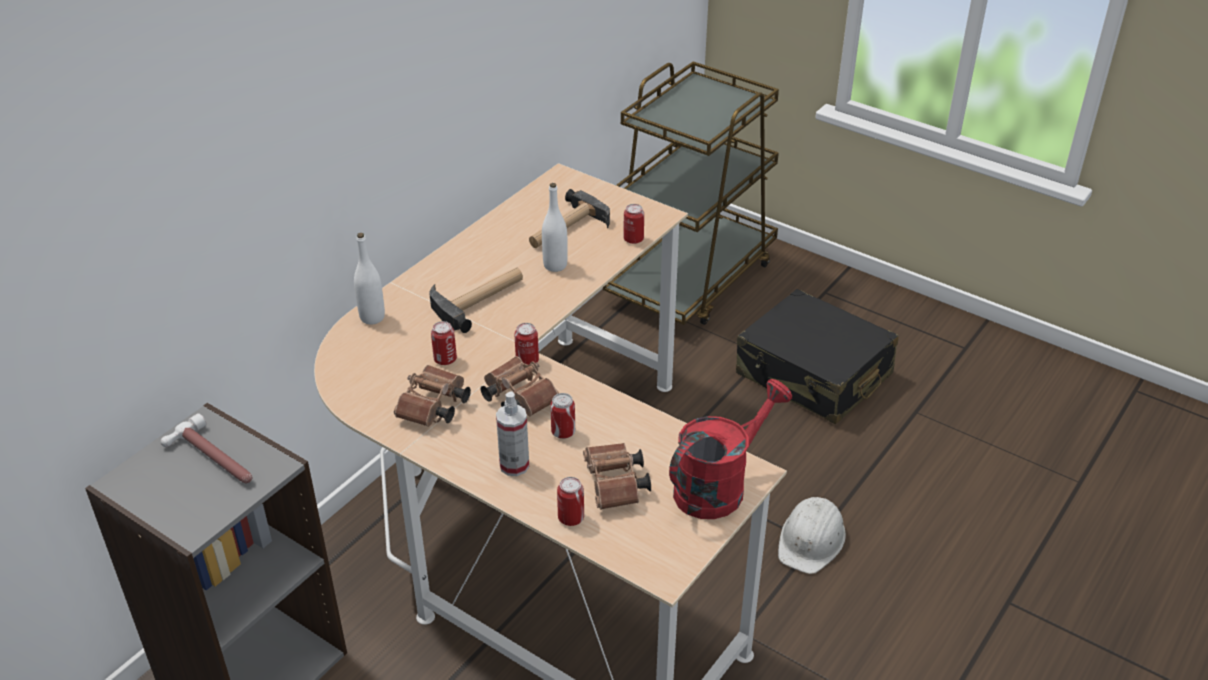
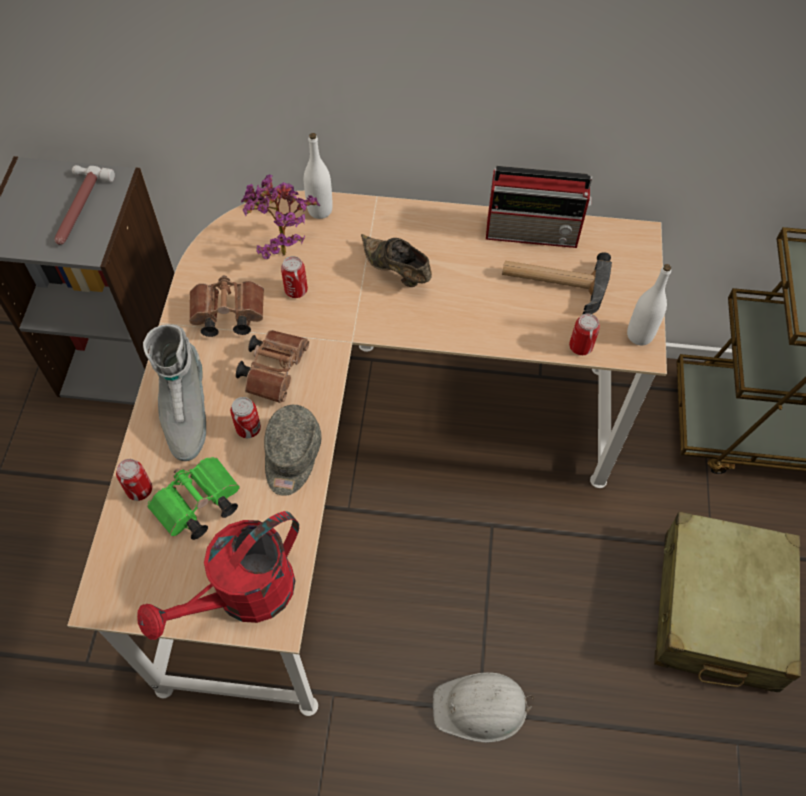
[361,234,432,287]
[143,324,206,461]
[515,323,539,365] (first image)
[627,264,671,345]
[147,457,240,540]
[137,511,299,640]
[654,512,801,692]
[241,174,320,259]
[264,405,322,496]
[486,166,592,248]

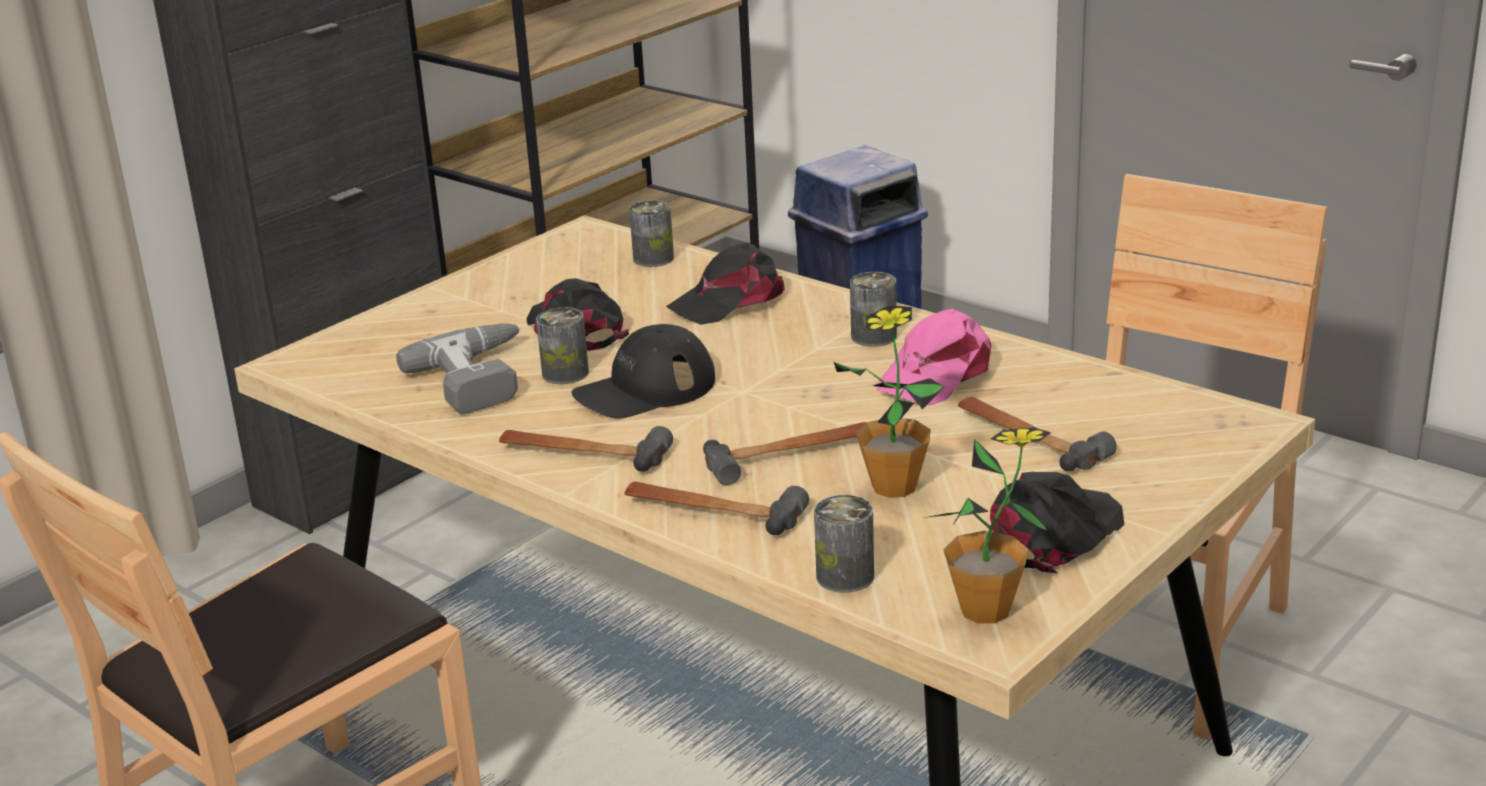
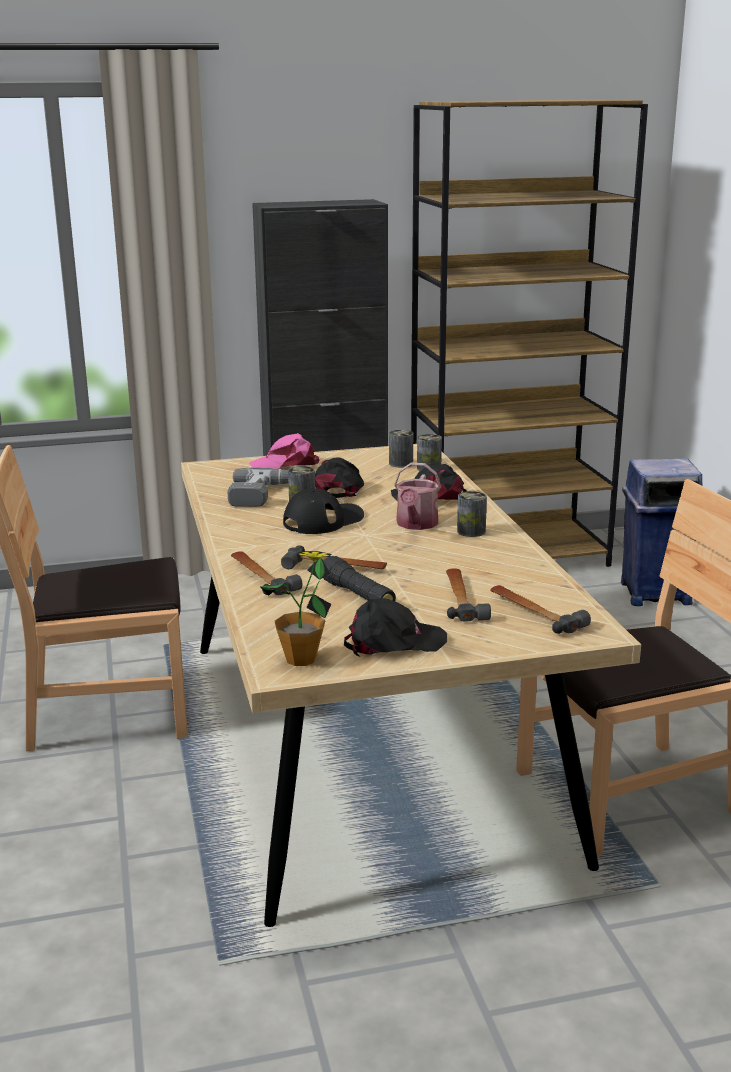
[490,585,591,634]
[283,488,364,534]
[389,430,413,468]
[323,556,396,601]
[249,433,320,469]
[394,462,441,530]

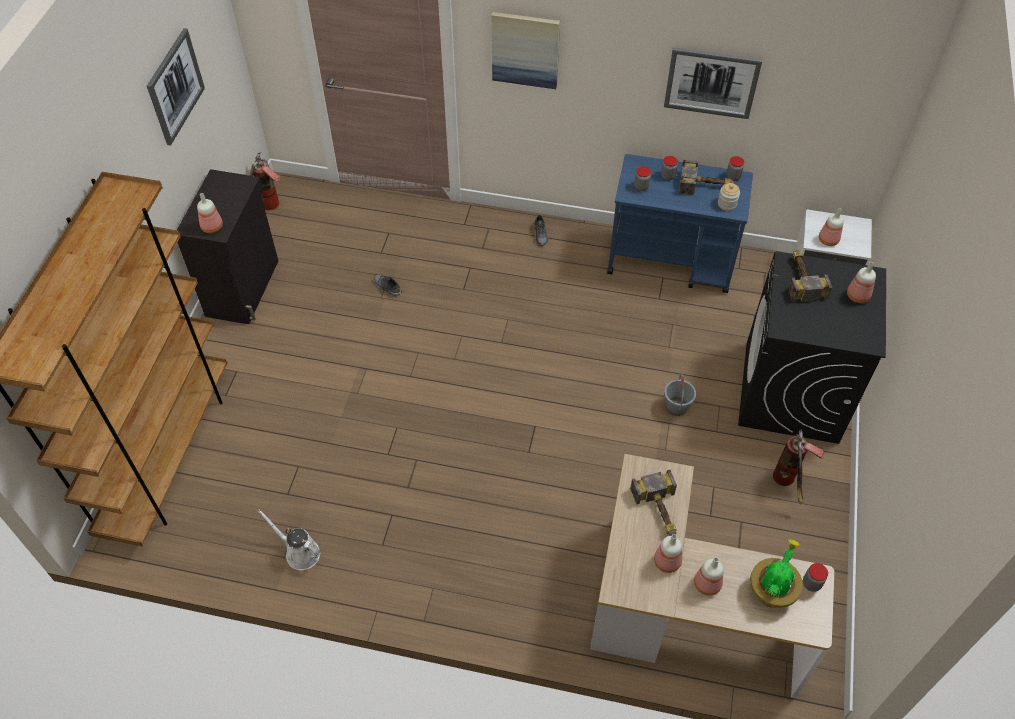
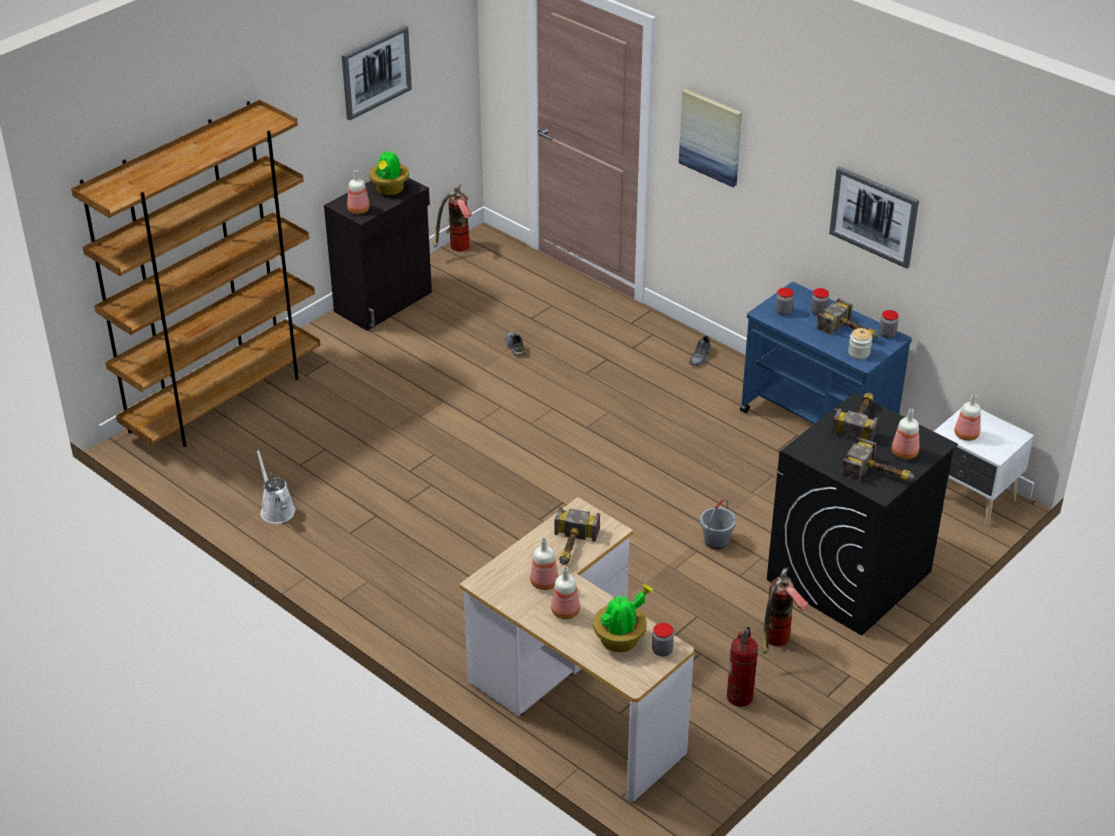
[369,150,409,195]
[727,627,758,707]
[841,437,915,482]

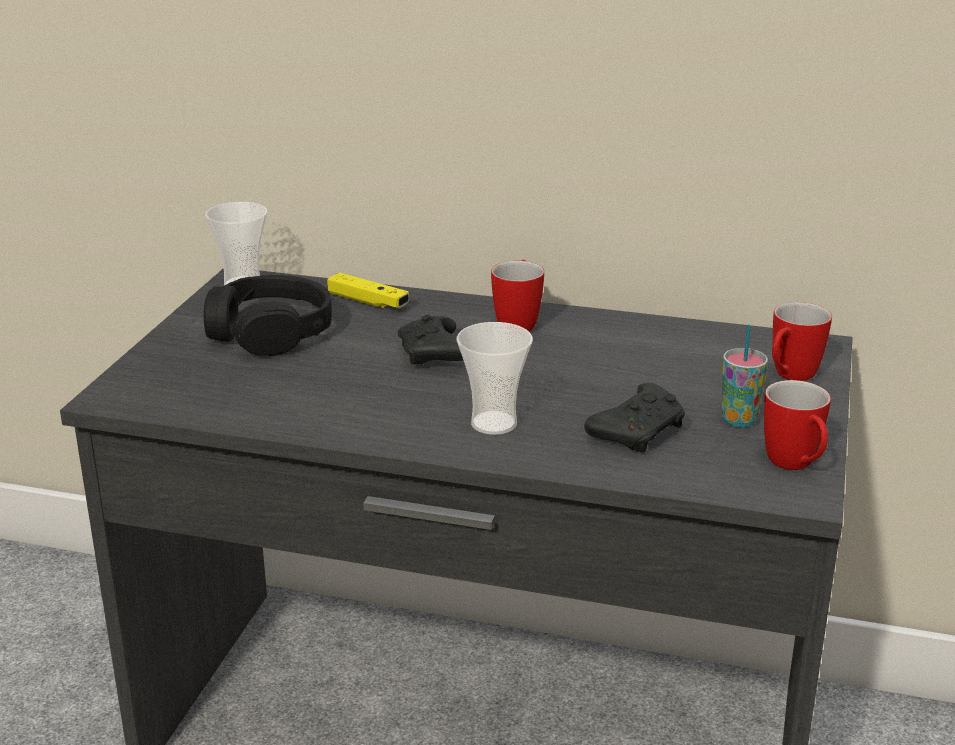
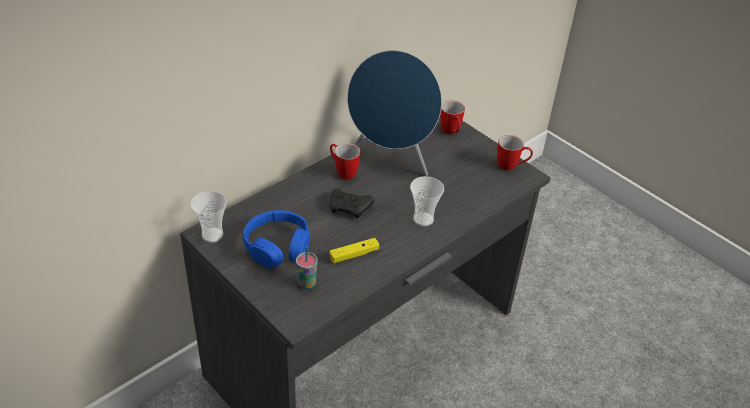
[243,210,310,269]
[329,238,380,263]
[584,382,685,453] (first image)
[296,247,318,289]
[347,50,442,176]

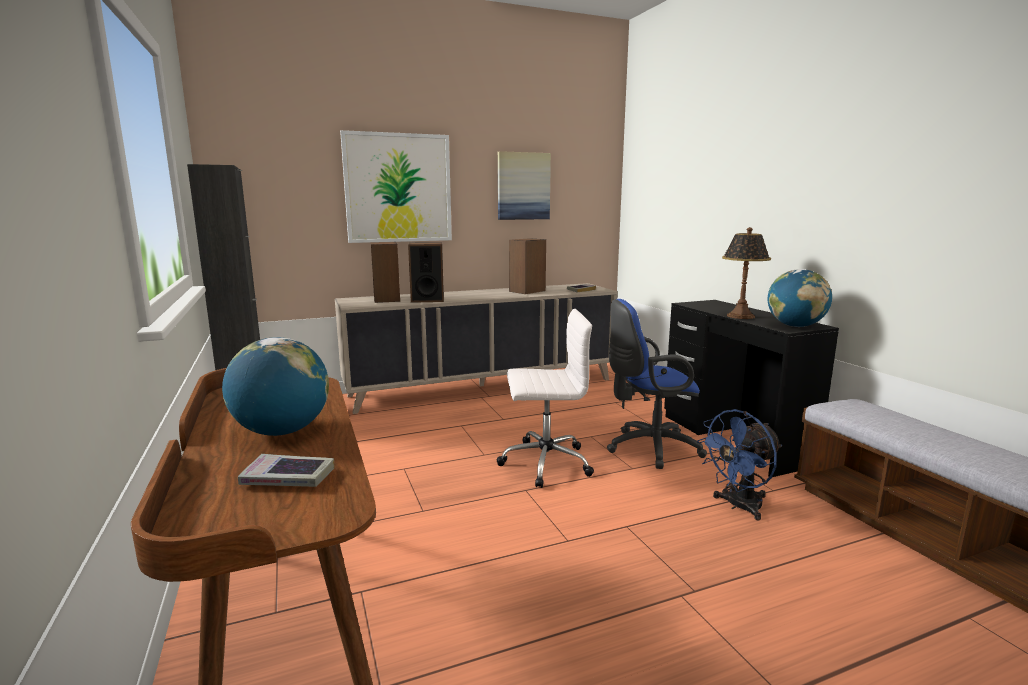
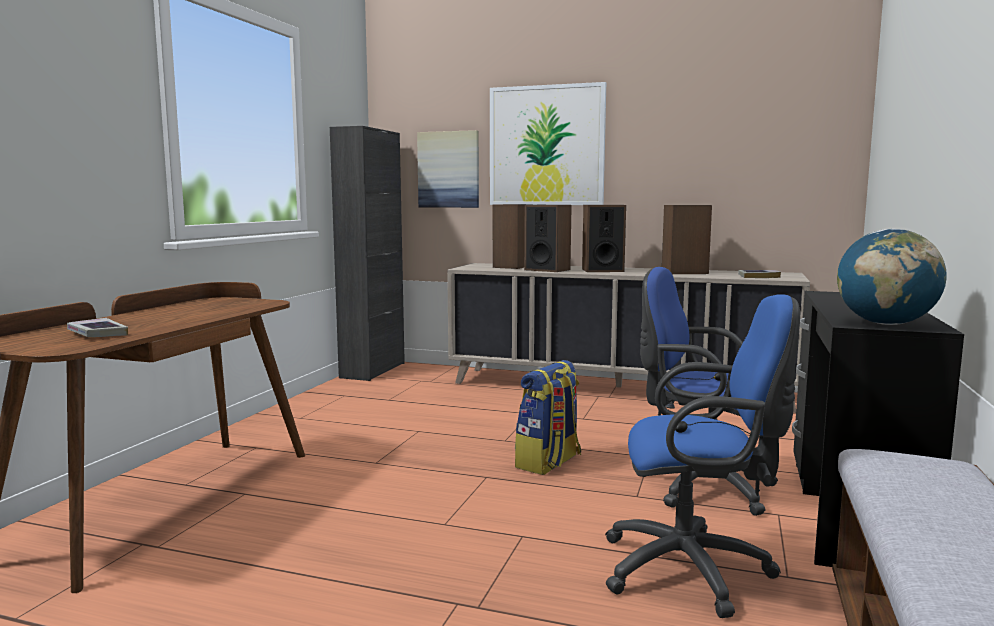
[222,337,329,436] (first image)
[515,360,581,475]
[417,130,479,208]
[605,294,800,618]
[722,227,771,319] (first image)
[582,205,626,272]

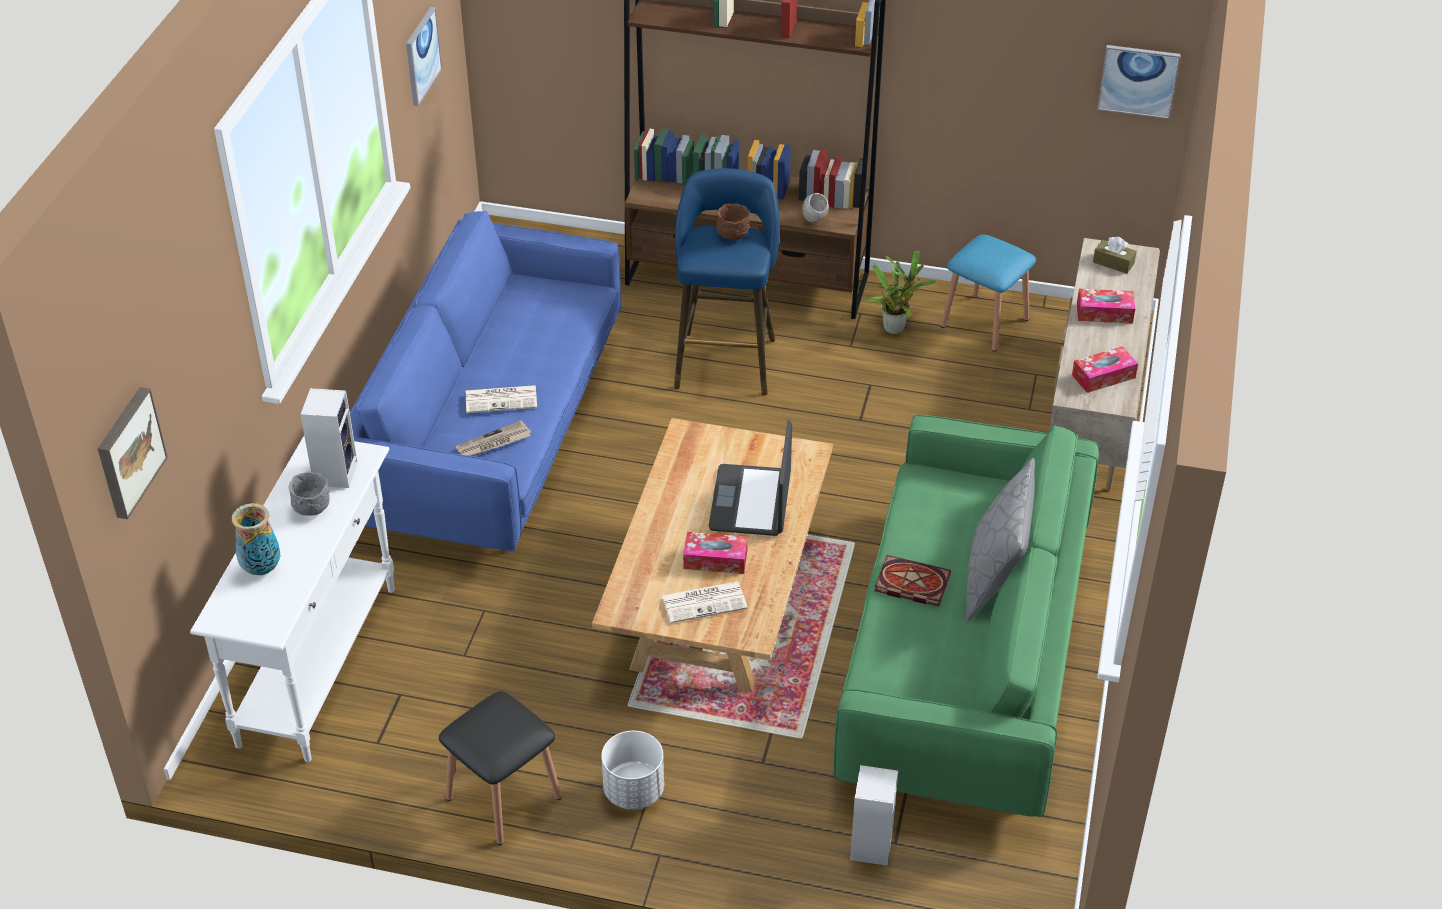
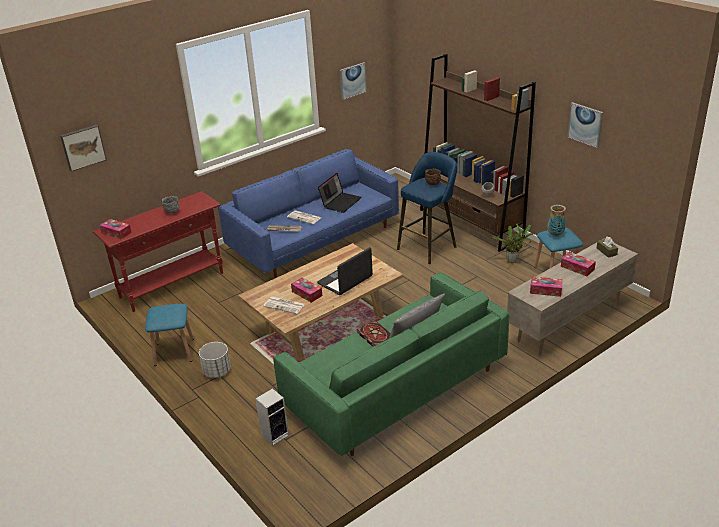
[93,191,223,312]
[547,205,566,237]
[300,388,358,488] (first image)
[145,304,194,366]
[568,102,603,148]
[99,219,132,239]
[318,173,361,213]

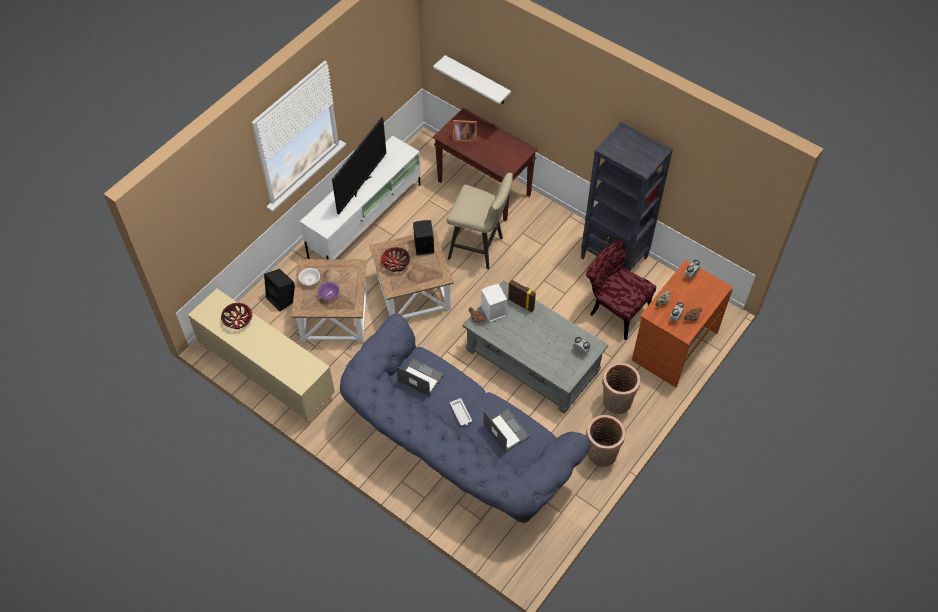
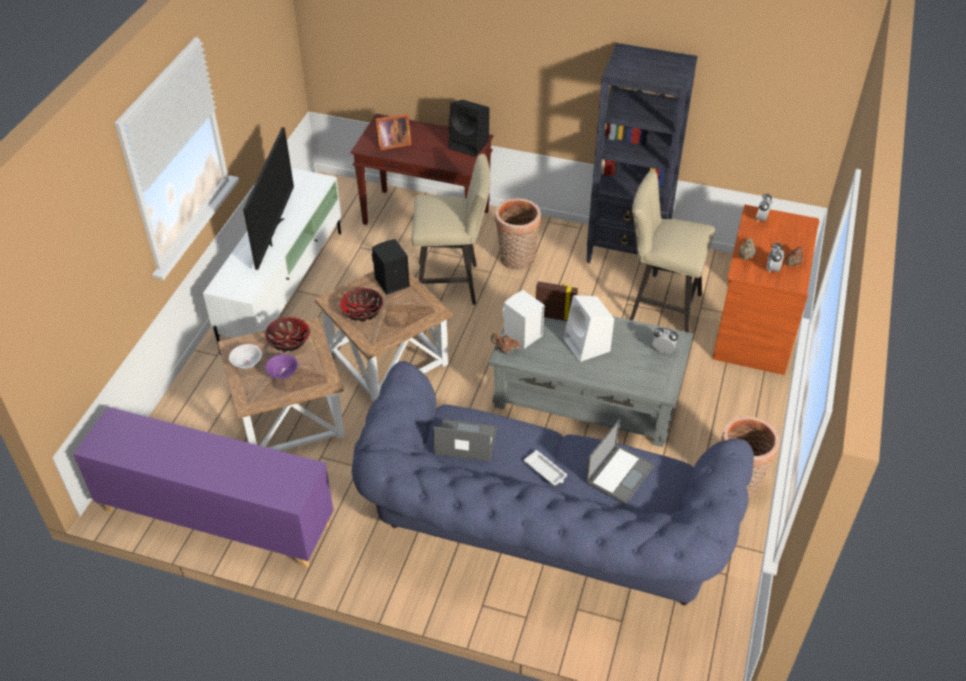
[73,407,334,568]
[265,317,310,352]
[448,100,489,157]
[433,55,511,104] (first image)
[586,419,655,505]
[630,170,715,333]
[495,198,541,270]
[563,295,614,362]

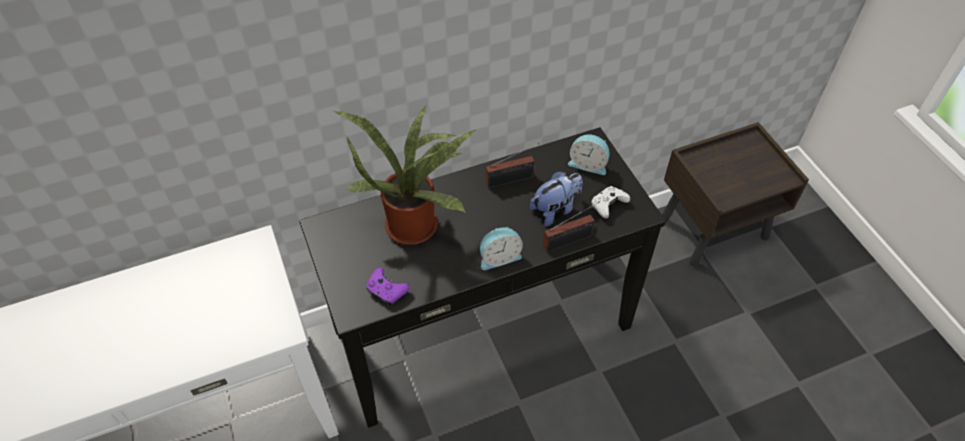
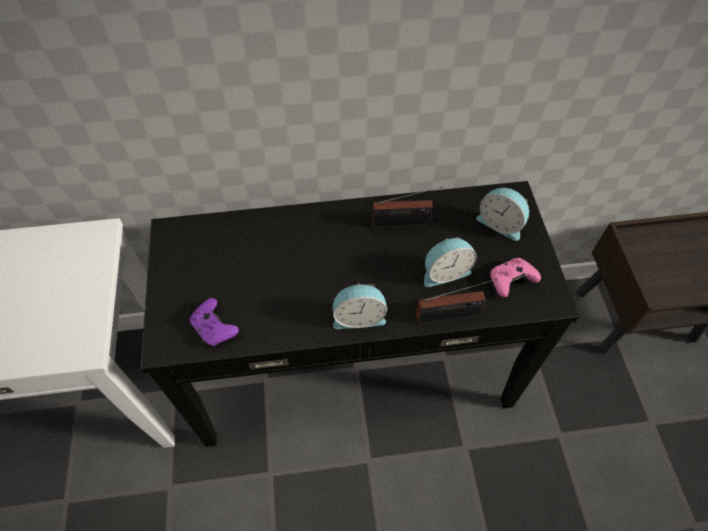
[334,104,476,245] (first image)
[424,237,477,287]
[490,257,541,298]

